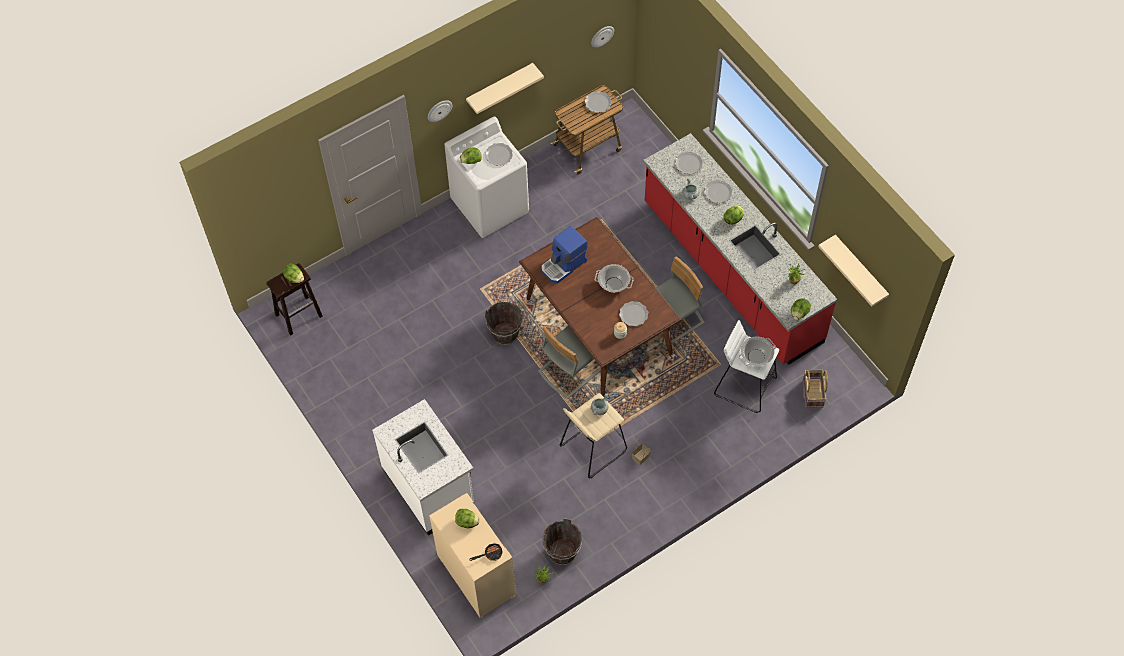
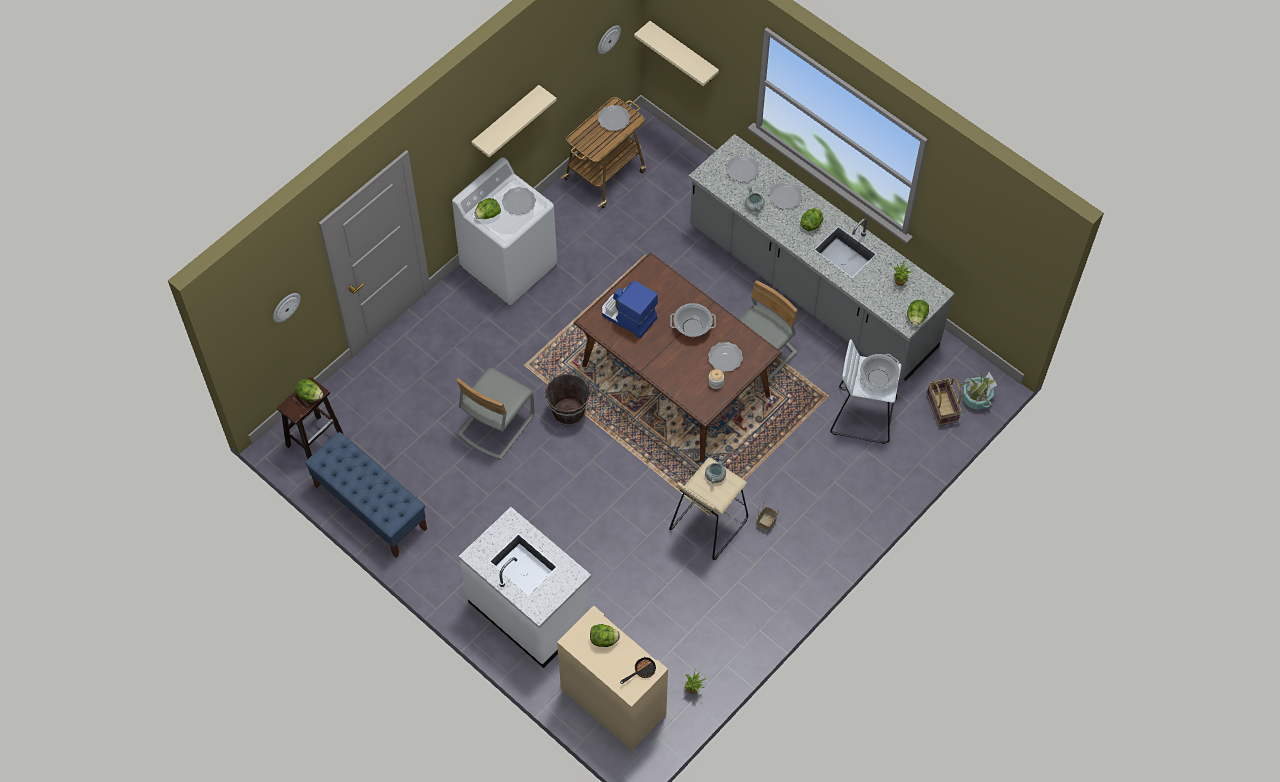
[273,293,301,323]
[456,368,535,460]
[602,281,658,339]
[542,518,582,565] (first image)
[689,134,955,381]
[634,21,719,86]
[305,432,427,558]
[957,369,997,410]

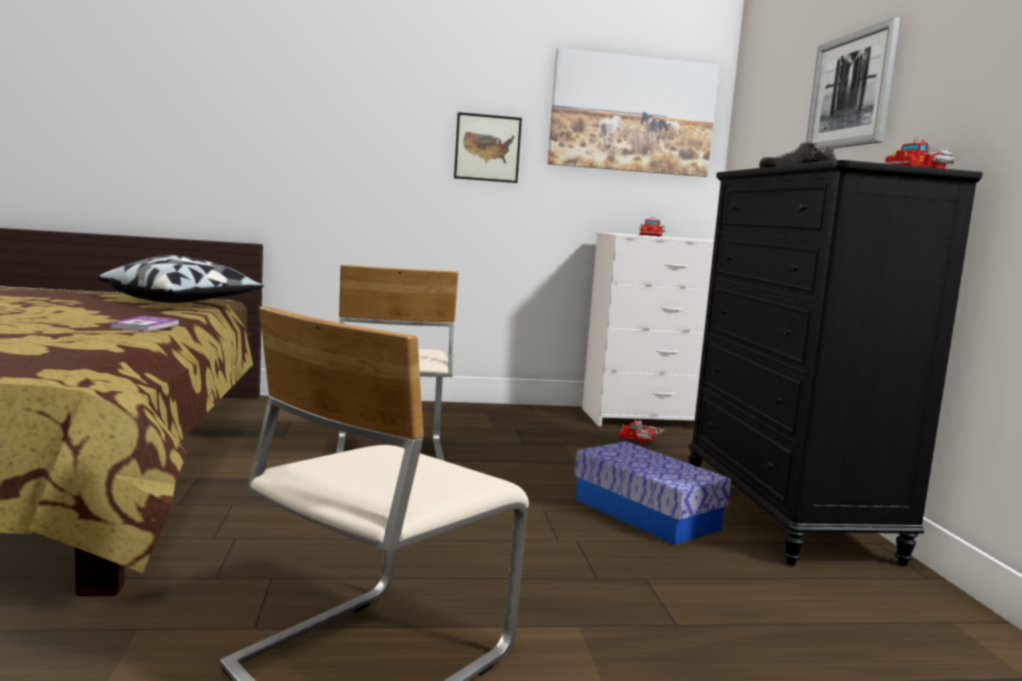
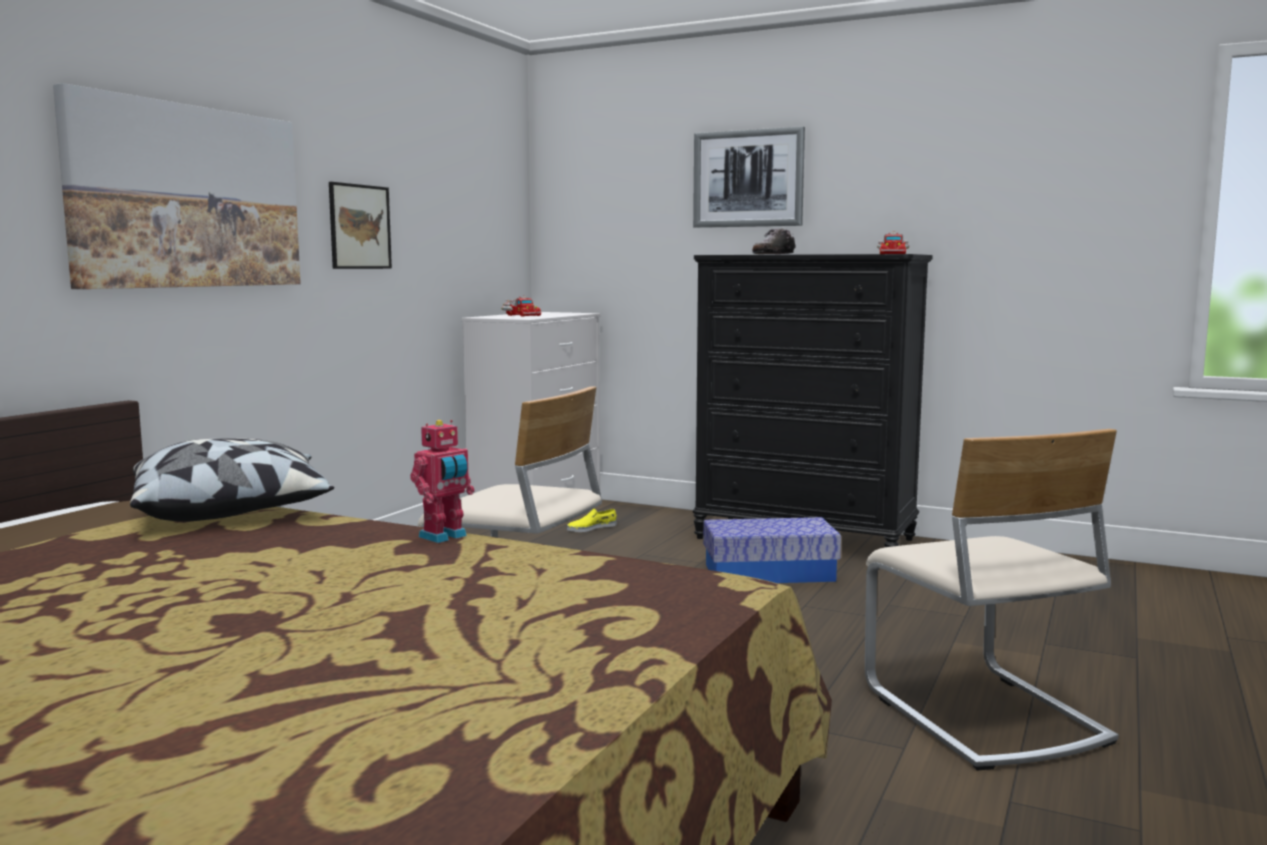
[410,420,475,543]
[53,83,301,289]
[567,508,617,532]

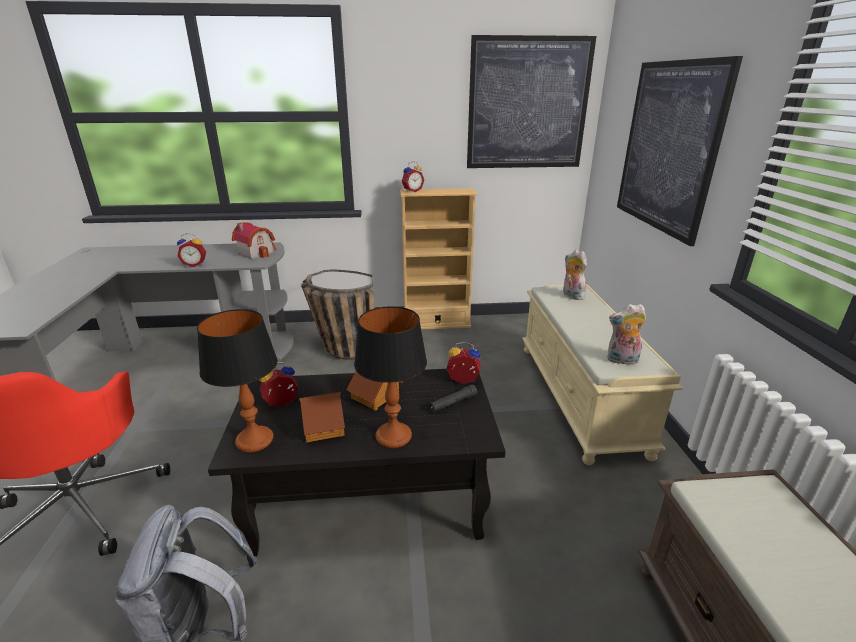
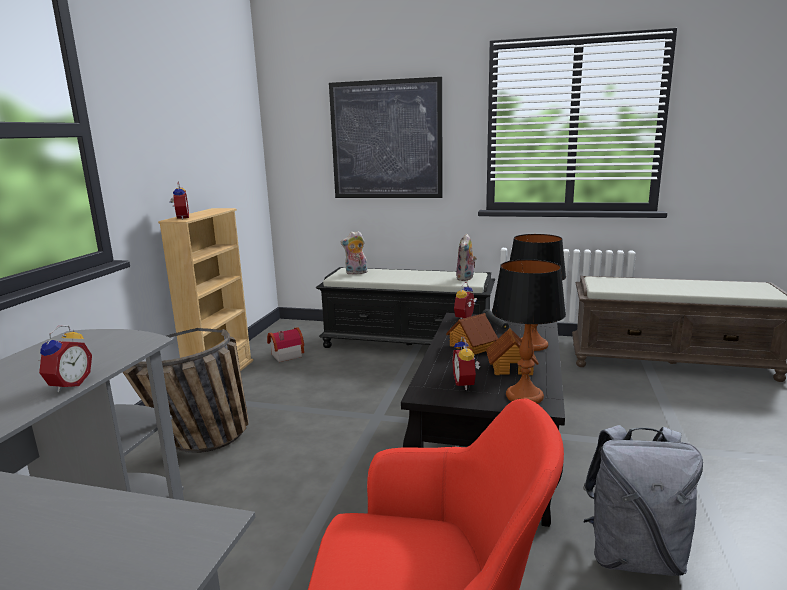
[267,327,304,362]
[467,35,596,168] (first image)
[316,267,495,348]

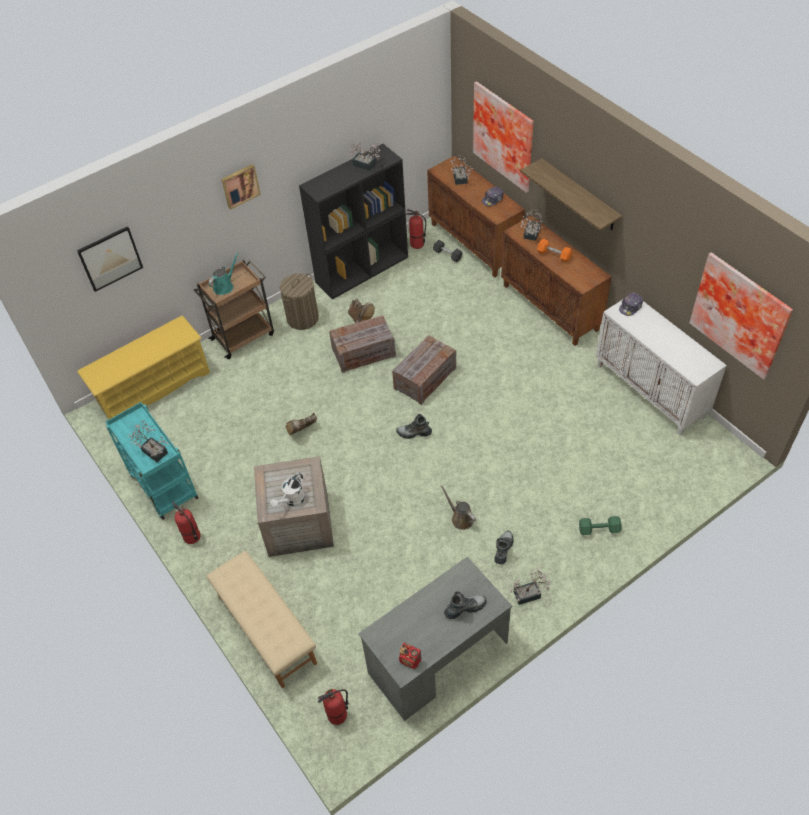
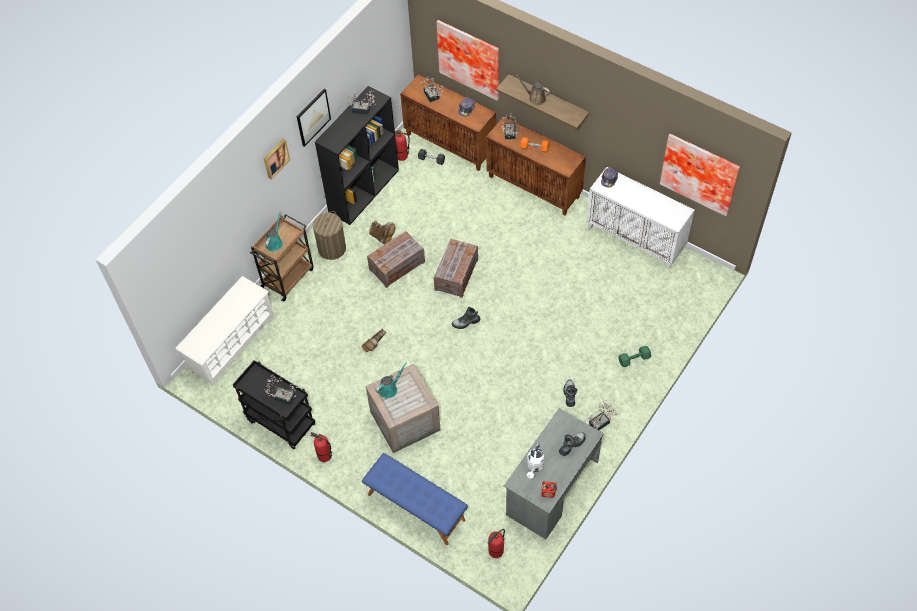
[297,89,331,147]
[176,276,274,386]
[233,360,315,450]
[362,453,468,545]
[527,444,544,479]
[516,74,550,105]
[375,363,407,398]

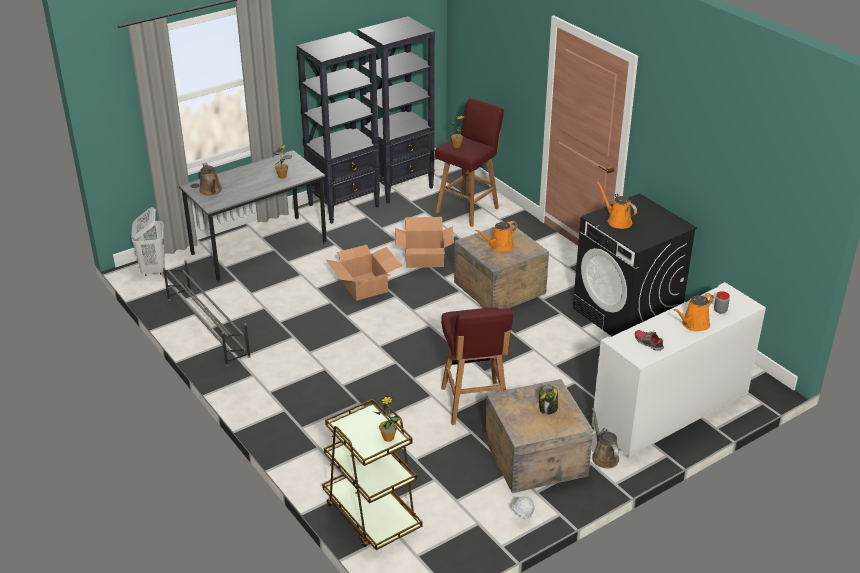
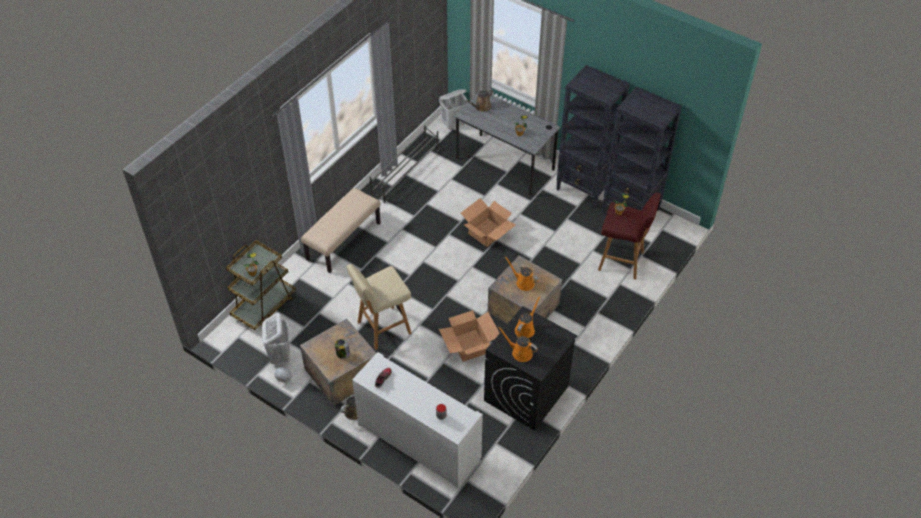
[439,310,499,362]
[346,264,412,350]
[498,326,538,362]
[262,313,290,364]
[301,188,381,273]

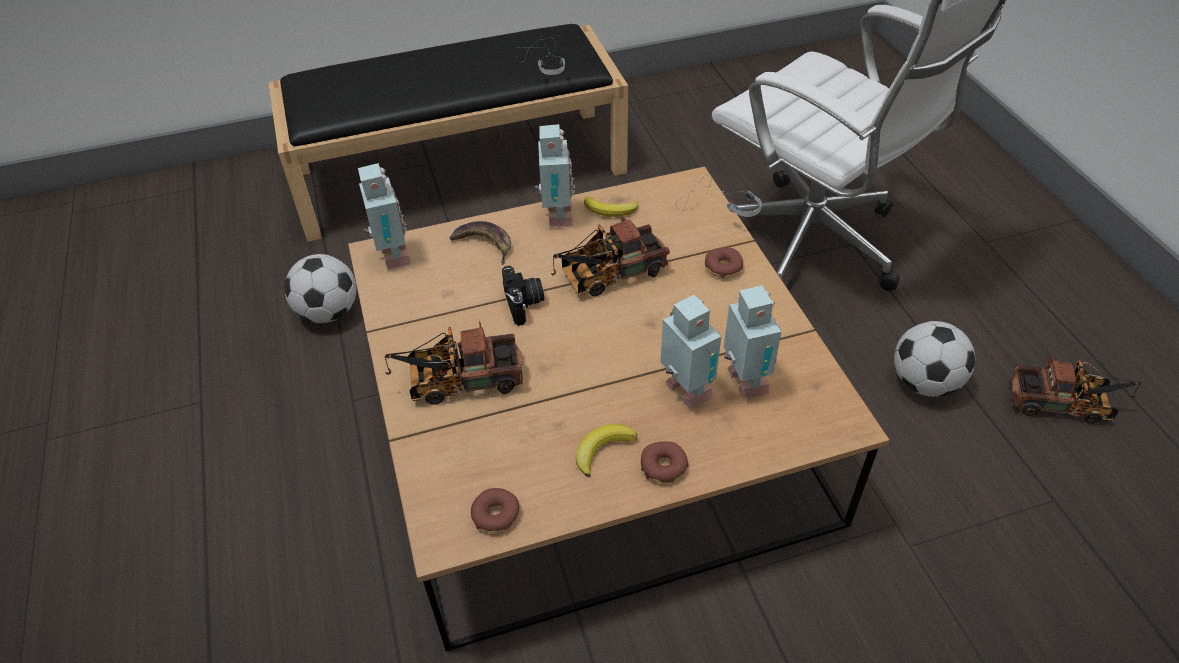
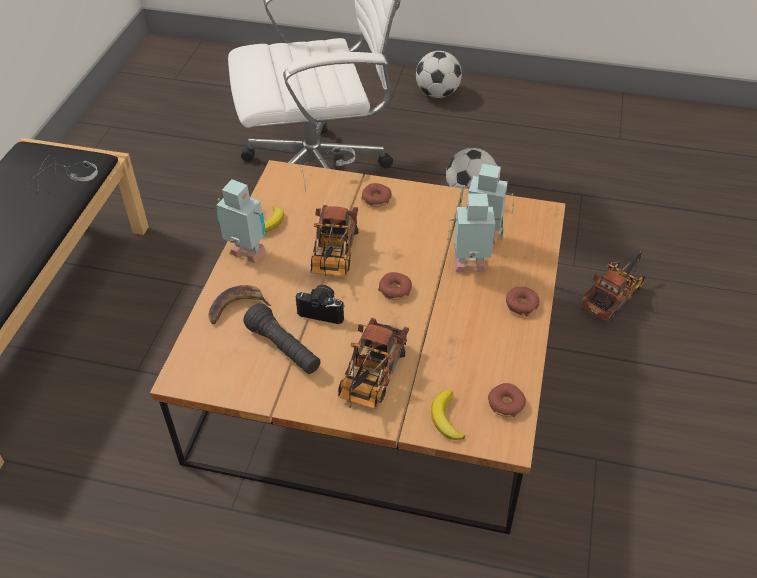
[416,51,462,98]
[358,163,411,270] (first image)
[431,390,466,440]
[581,250,645,323]
[243,303,321,374]
[378,272,412,300]

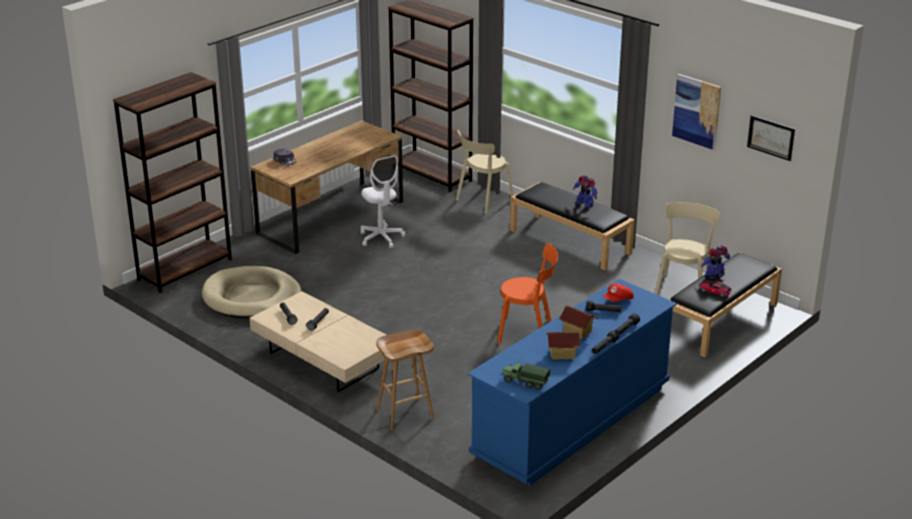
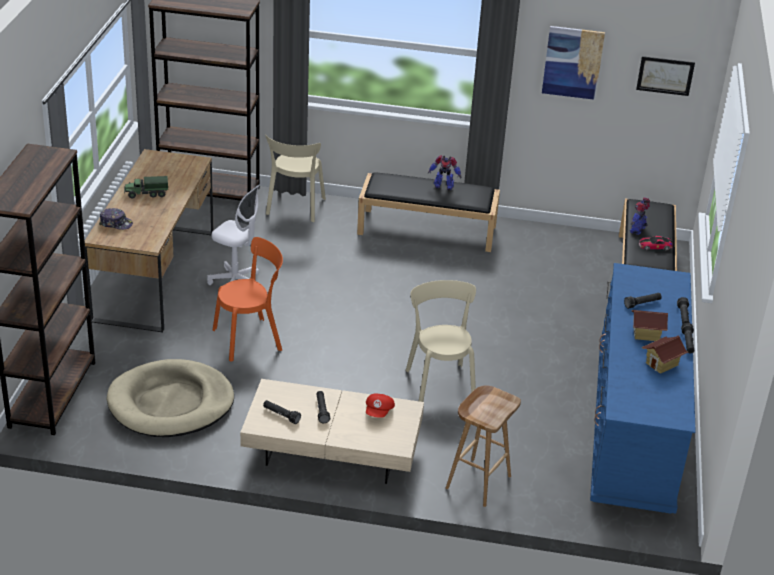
[213,237,283,362]
[124,176,168,198]
[366,393,395,418]
[406,280,476,402]

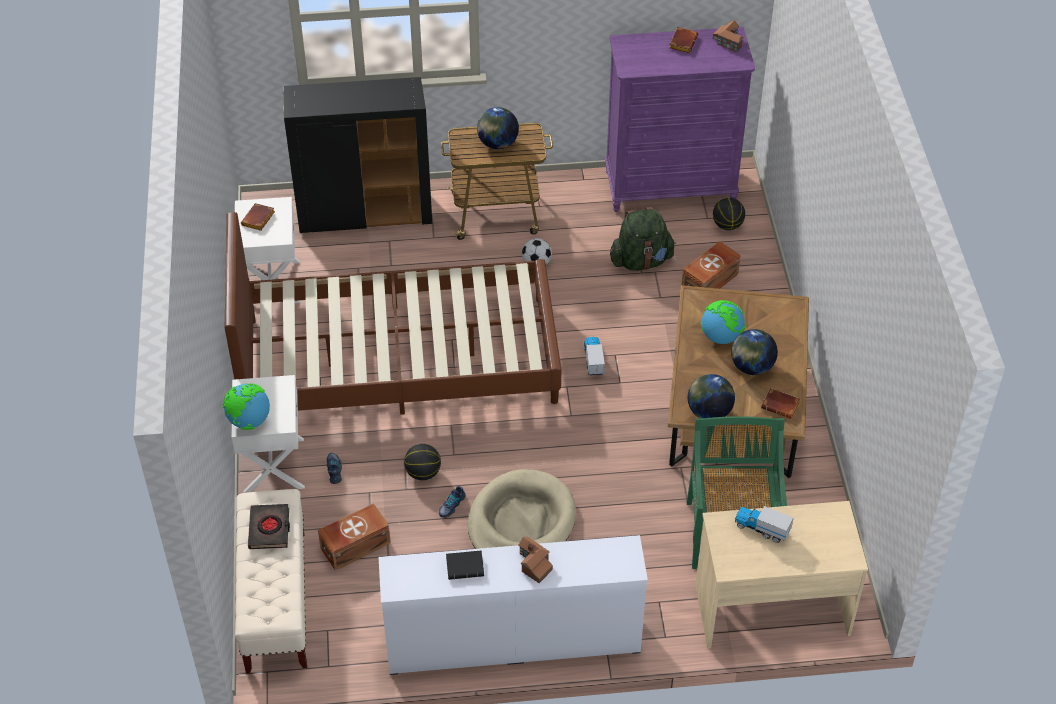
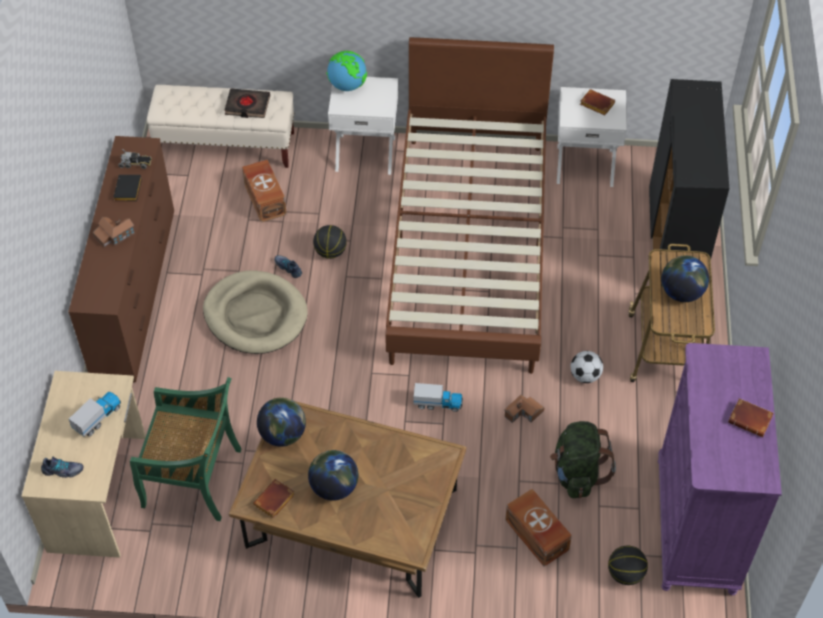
[41,457,83,478]
[68,136,174,383]
[701,300,745,344] (first image)
[504,395,544,423]
[118,150,151,169]

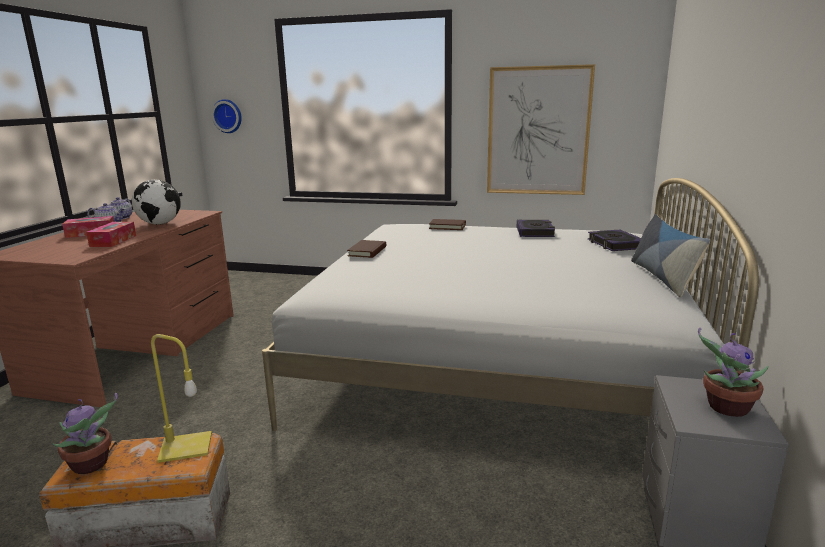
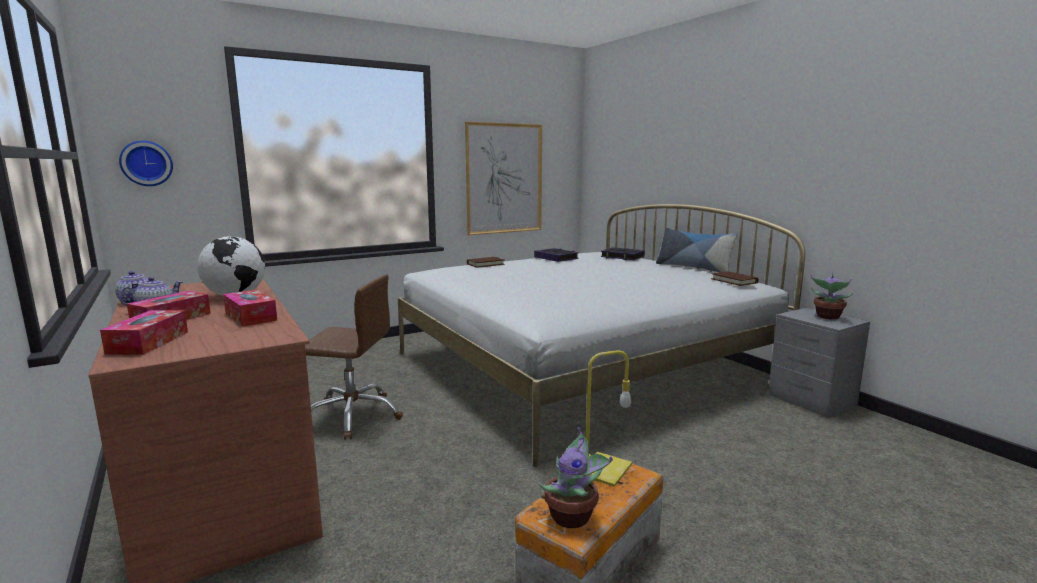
[711,271,759,286]
[100,310,188,355]
[305,275,403,440]

